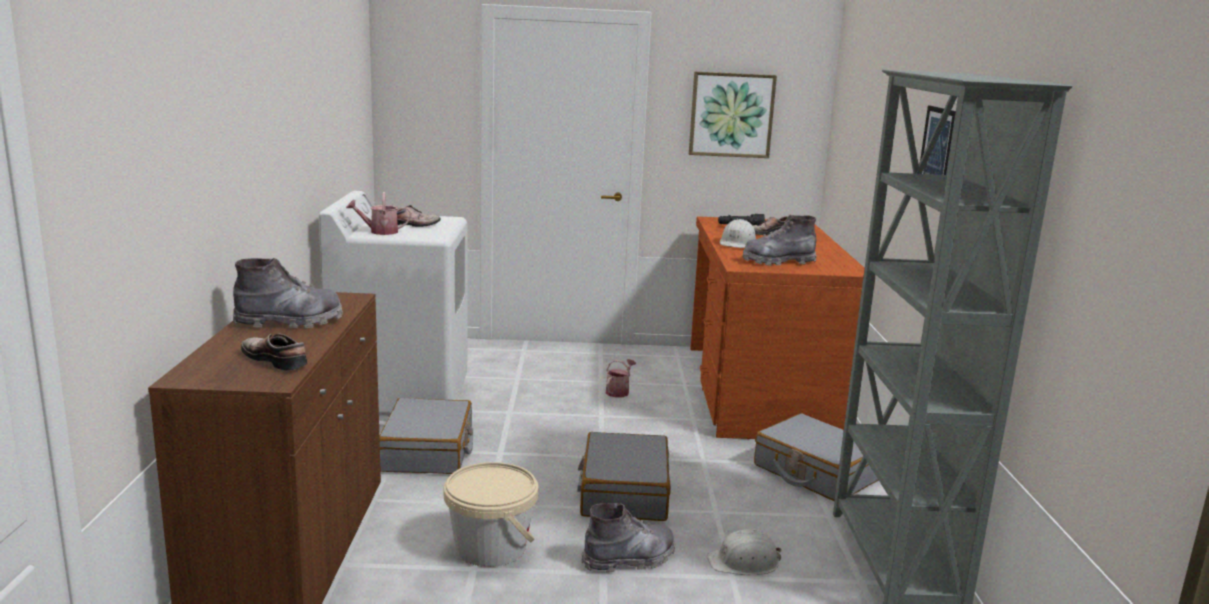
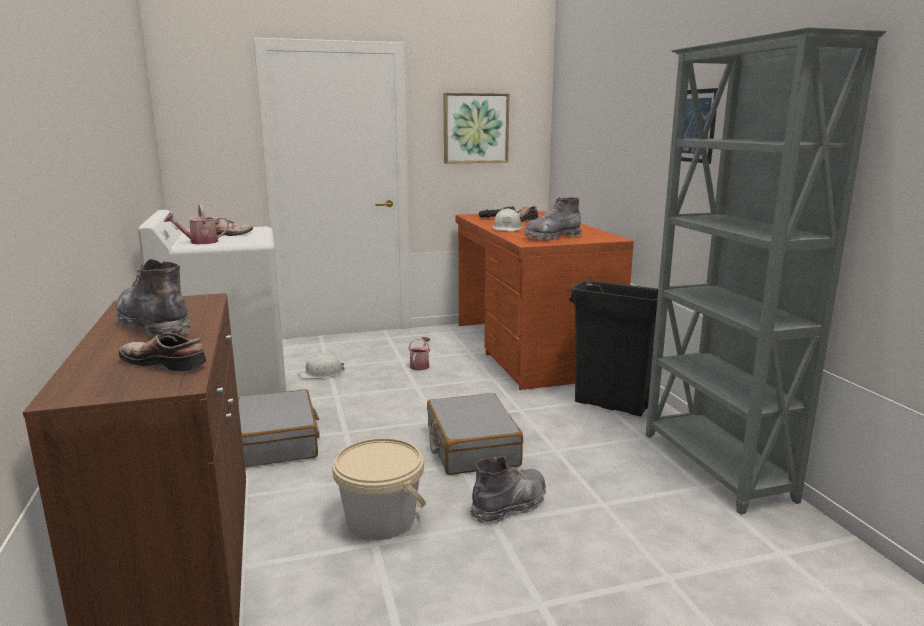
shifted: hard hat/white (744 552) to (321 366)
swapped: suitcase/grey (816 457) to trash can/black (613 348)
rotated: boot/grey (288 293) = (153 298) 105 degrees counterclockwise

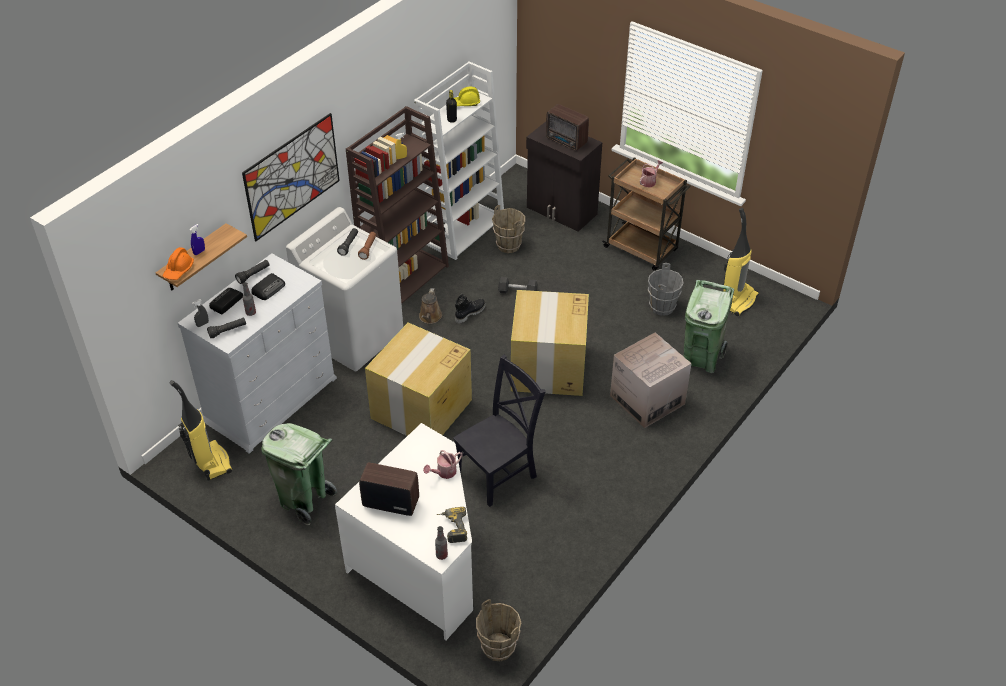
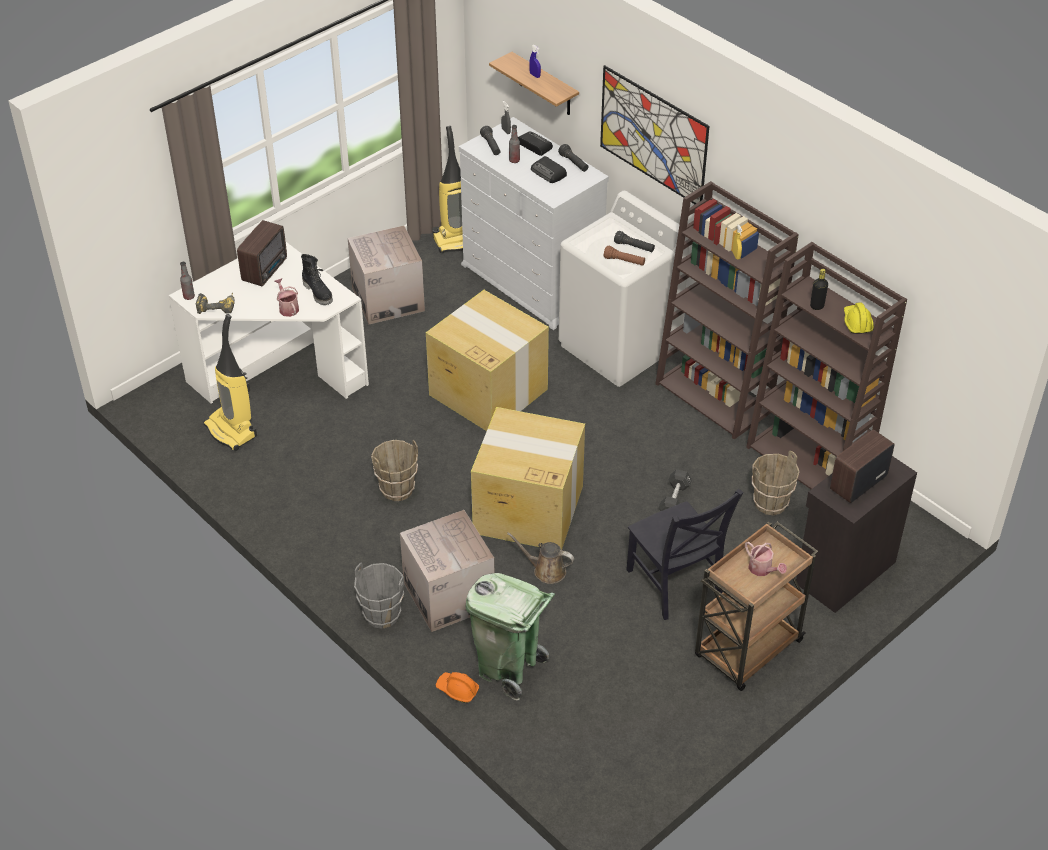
shifted: hard hat/orange (178 263) to (457 687); watering can/brown (430 306) to (540 558); chair/black (499 430) to (685 554); boot/black (470 308) to (317 279); bucket/brown (498 630) to (394 470); bucket/grey (666 289) to (379 596); vacuum cleaner (741 262) to (230 382)
swapped: trash can/green (299 474) to cardboard box (386 275)
repainted: bookcase/white (459 160) to bookcase/brown (826 365)

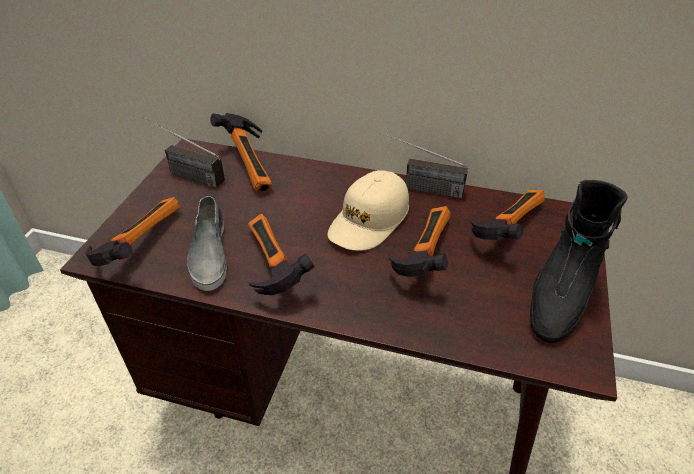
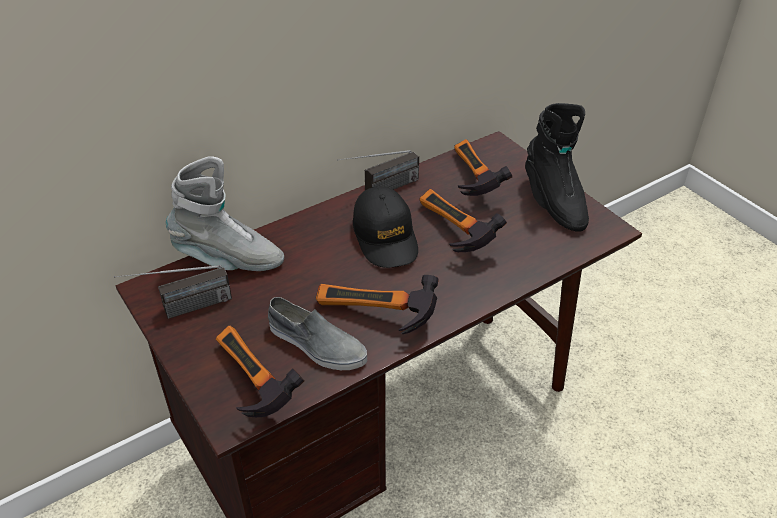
swapped: hammer (241 152) to boot/grey (225 213)
repainted: cap/beige (368 210) to cap/black (385 227)

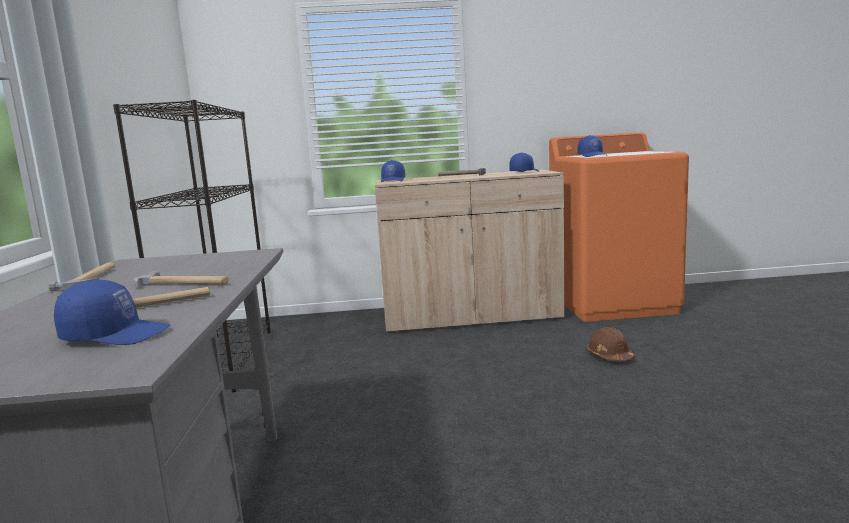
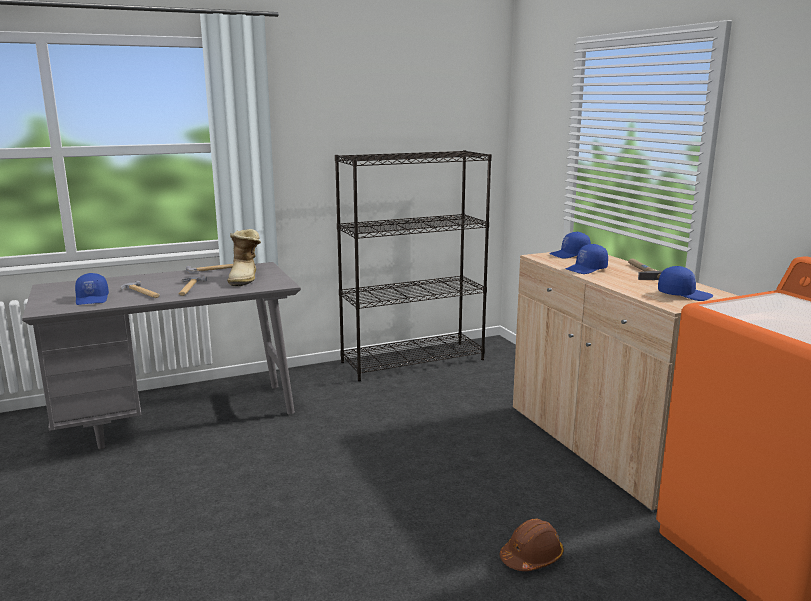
new: boot (244 257)
shifted: cap/blue (593 146) to (587 259)

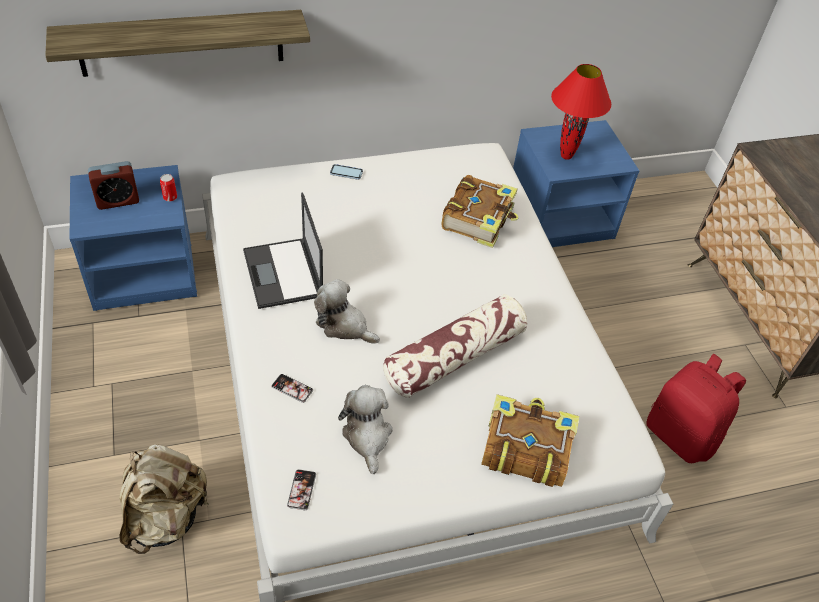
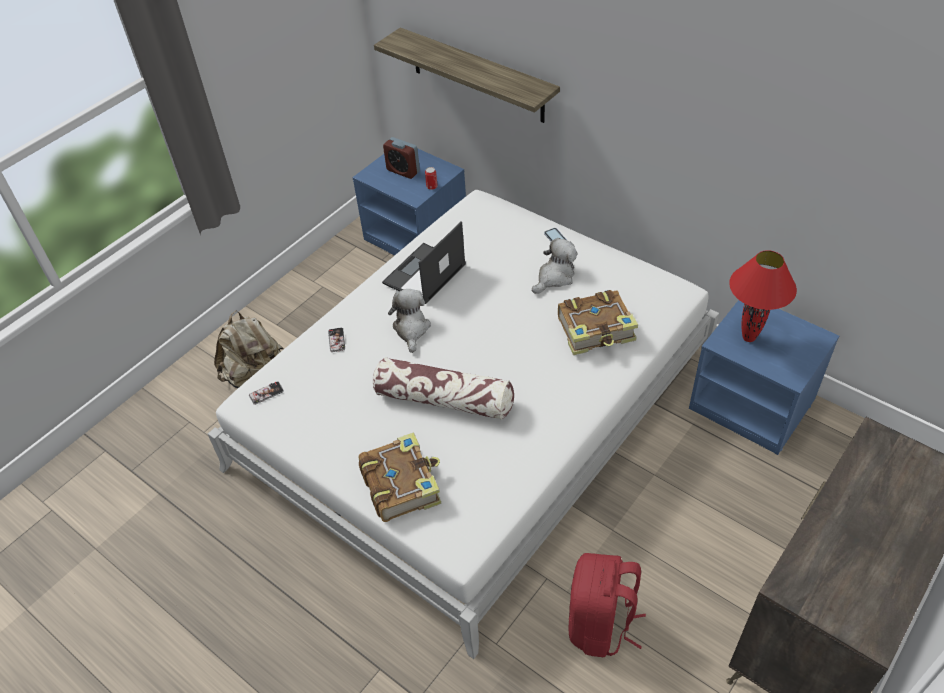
shifted: plush toy (365 429) to (554 266)

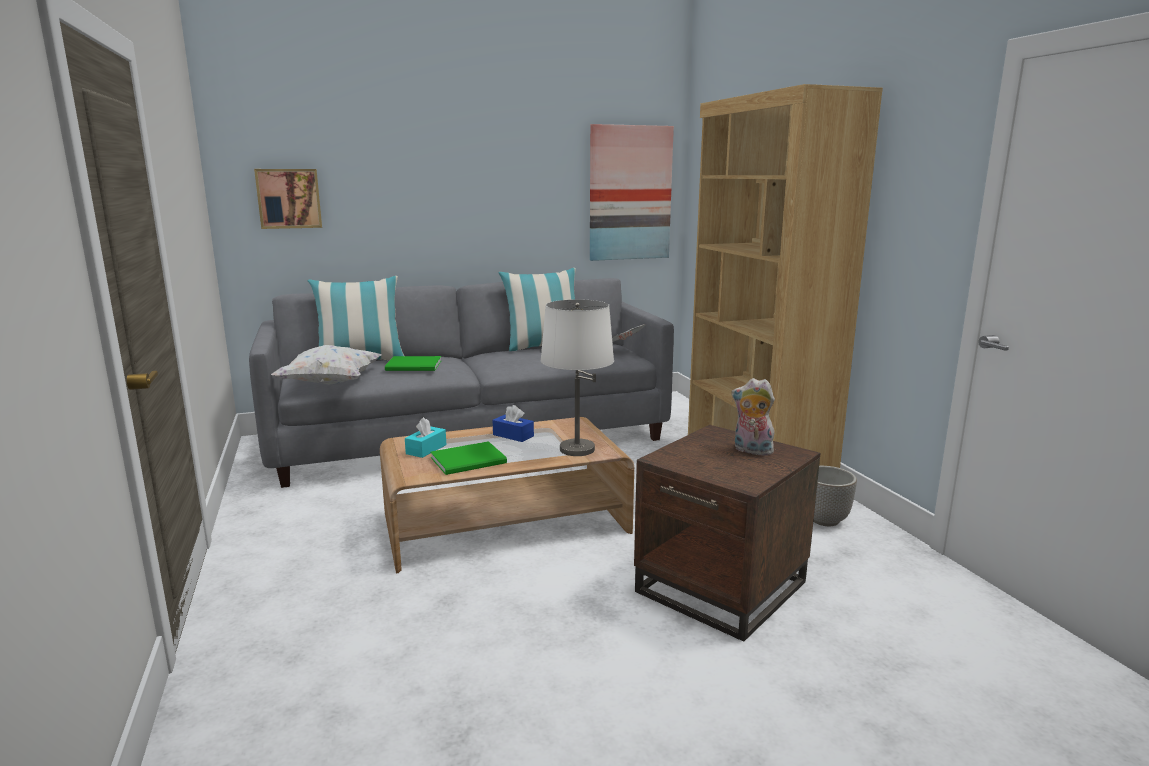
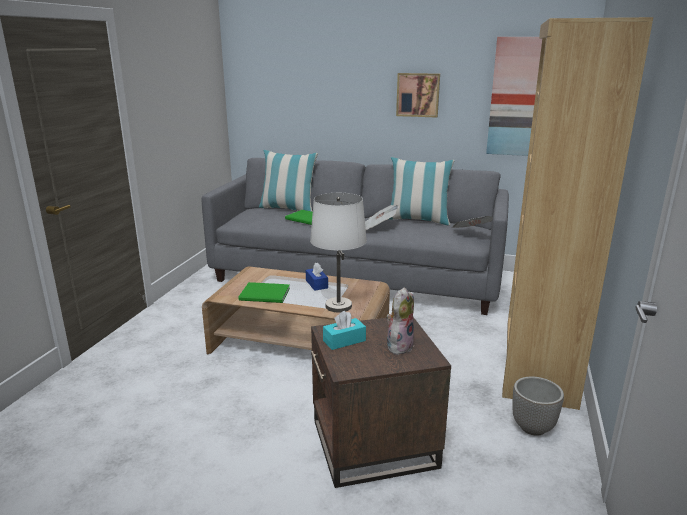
gone: pillow/white (326 364)
new: newspaper (382 217)
shifted: picture (288 199) to (418 95); tissue box/turquoise (425 437) to (344 330)
rotated: plush toy (753 416) = (400 321) 60 degrees clockwise

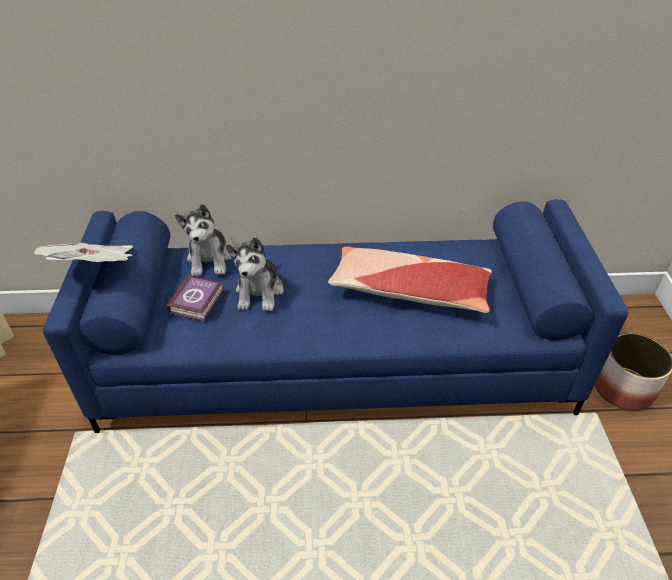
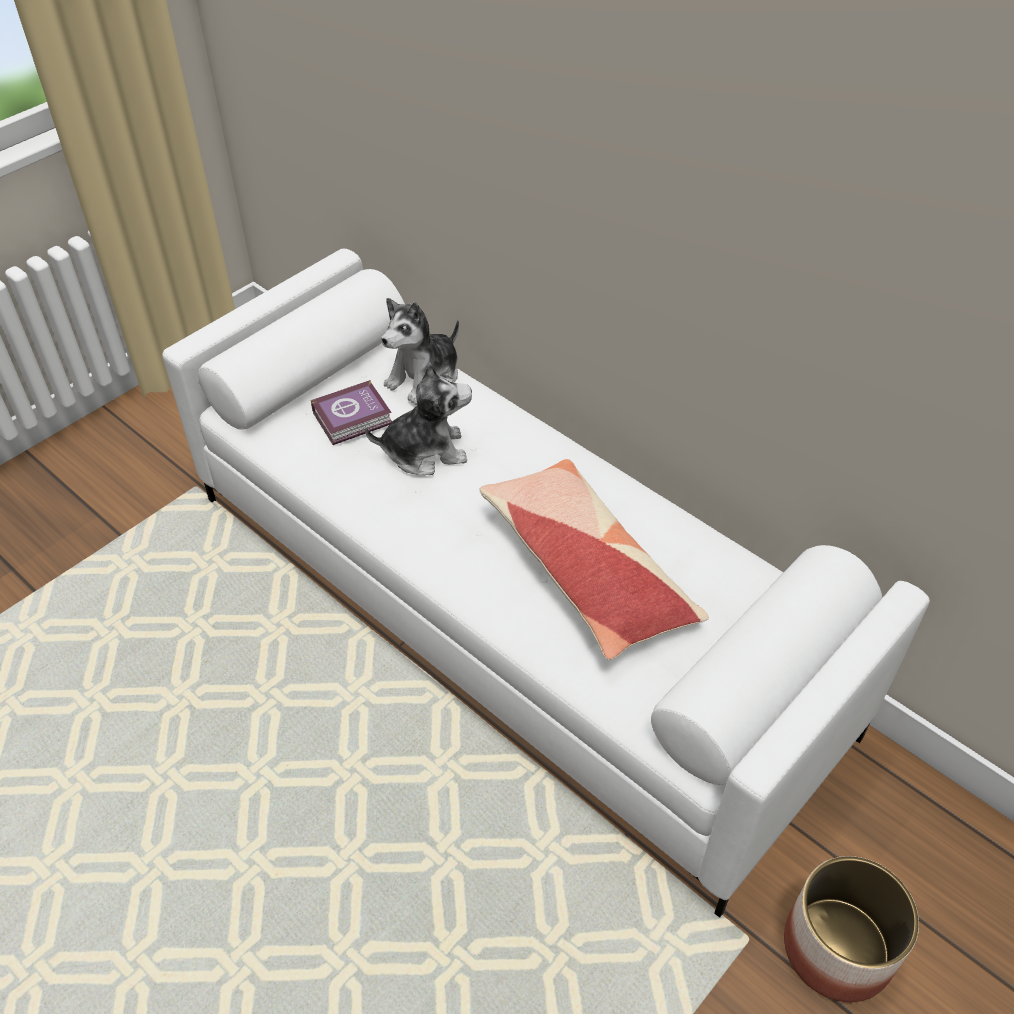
gone: newspaper (83 252)
repainted: sofa/blue (335 316) to sofa/white (546 583)
rotated: plush toy (254 274) = (418 418) 150 degrees counterclockwise

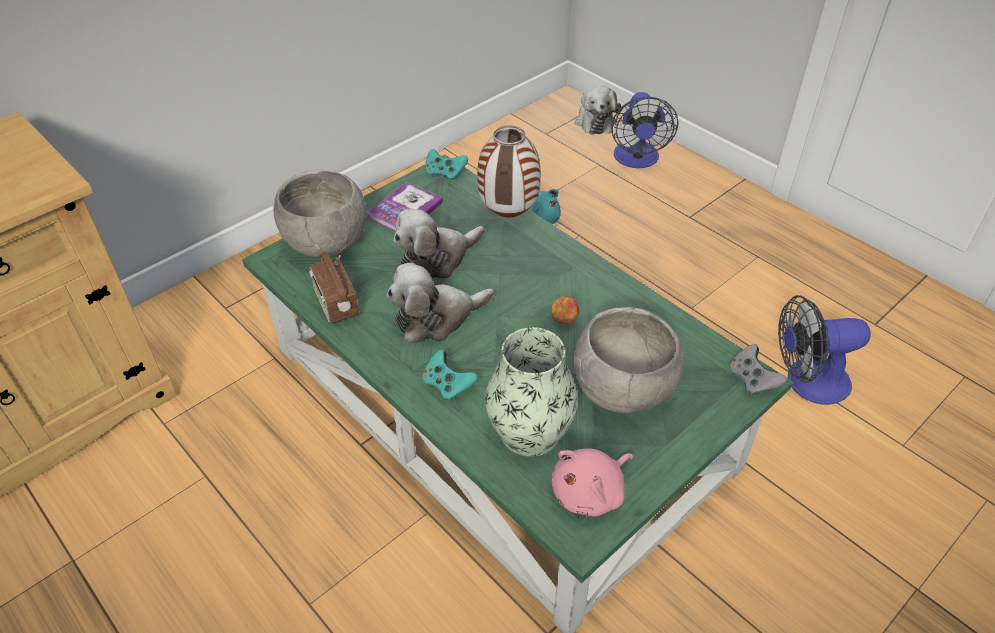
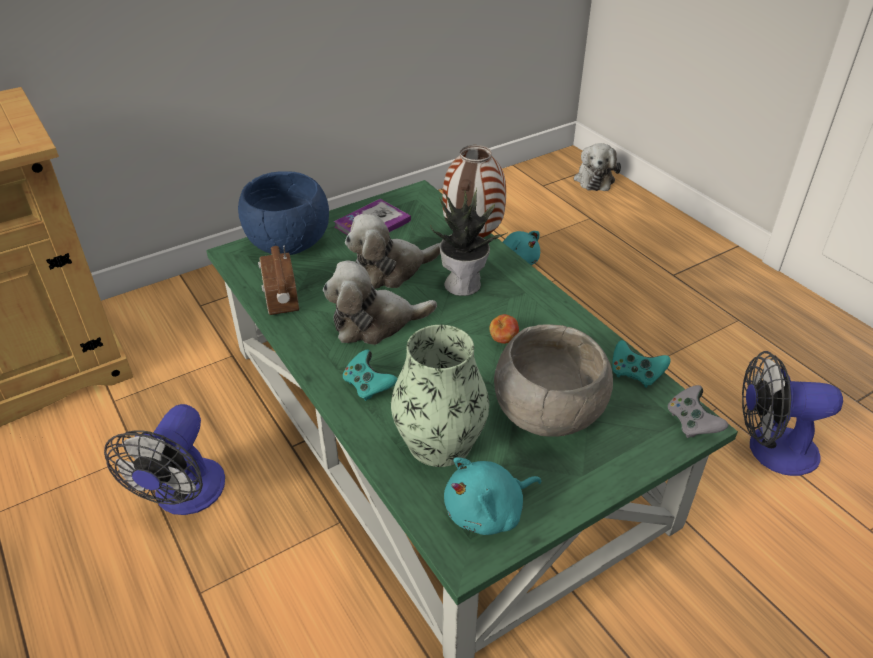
new: potted plant (469 242)
shifted: game controller/turquoise (447 165) to (641 364); fan (645 130) to (164 459)
repainted: bowl/grey (320 213) to bowl/blue (283 213); plush toy/pink (592 482) to plush toy/turquoise (493 496)

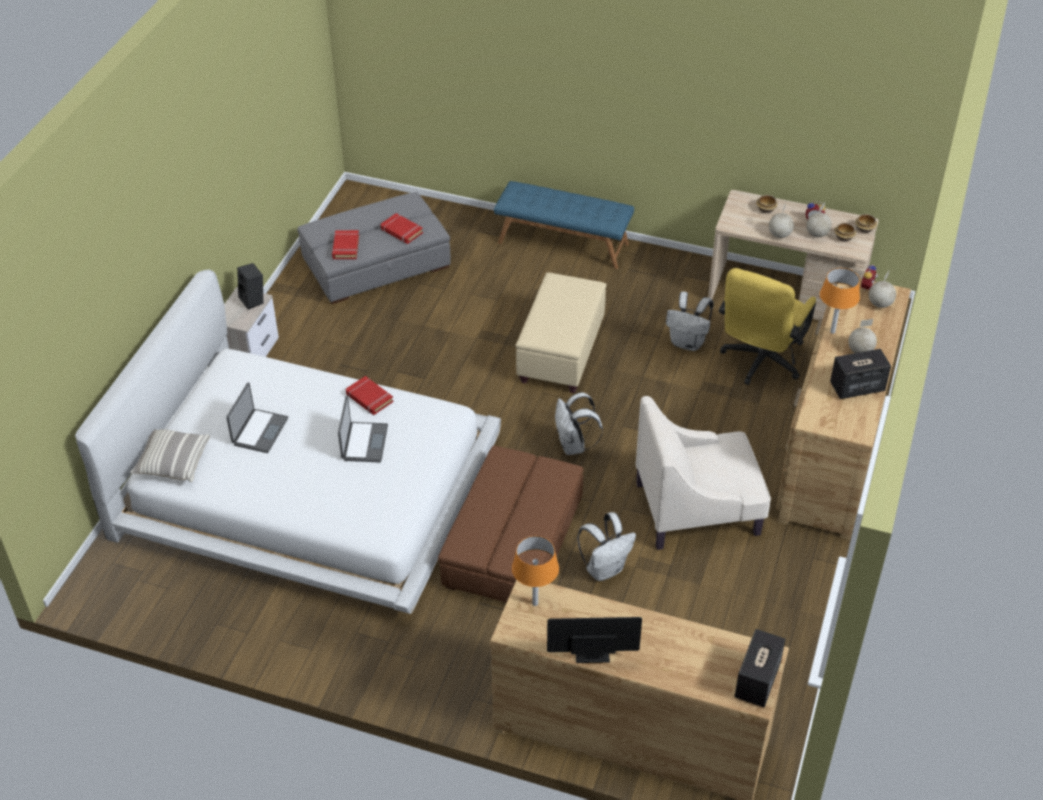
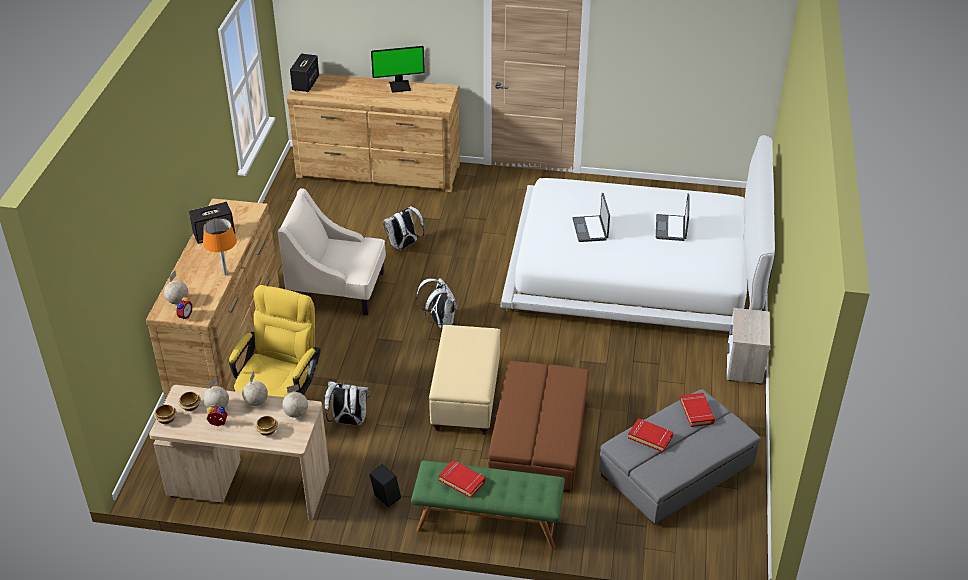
gone: pillow (170 455); table lamp/orange (535 571)
shifted: speaker/black (250 286) to (385 485); book/red (369 395) to (461 479); ottoman/brown (511 524) to (538 426); globe (862 336) to (295 401)
repainted: bench/blue (564 225) to bench/green (488 504)
rotated: armchair/beige (703 473) = (332 251) 150 degrees counterclockwise

